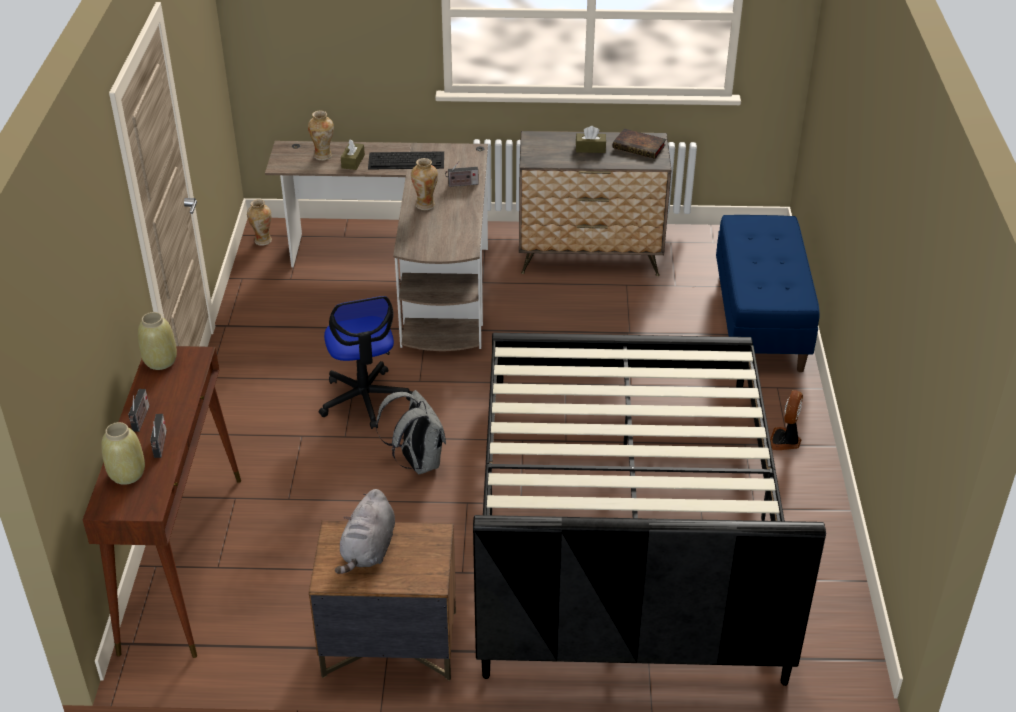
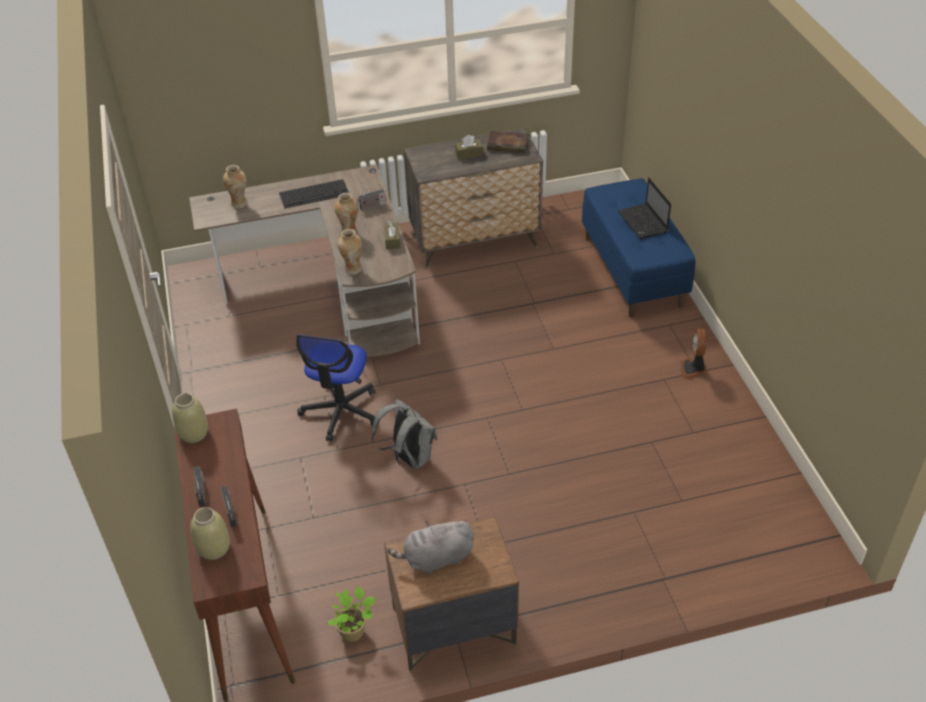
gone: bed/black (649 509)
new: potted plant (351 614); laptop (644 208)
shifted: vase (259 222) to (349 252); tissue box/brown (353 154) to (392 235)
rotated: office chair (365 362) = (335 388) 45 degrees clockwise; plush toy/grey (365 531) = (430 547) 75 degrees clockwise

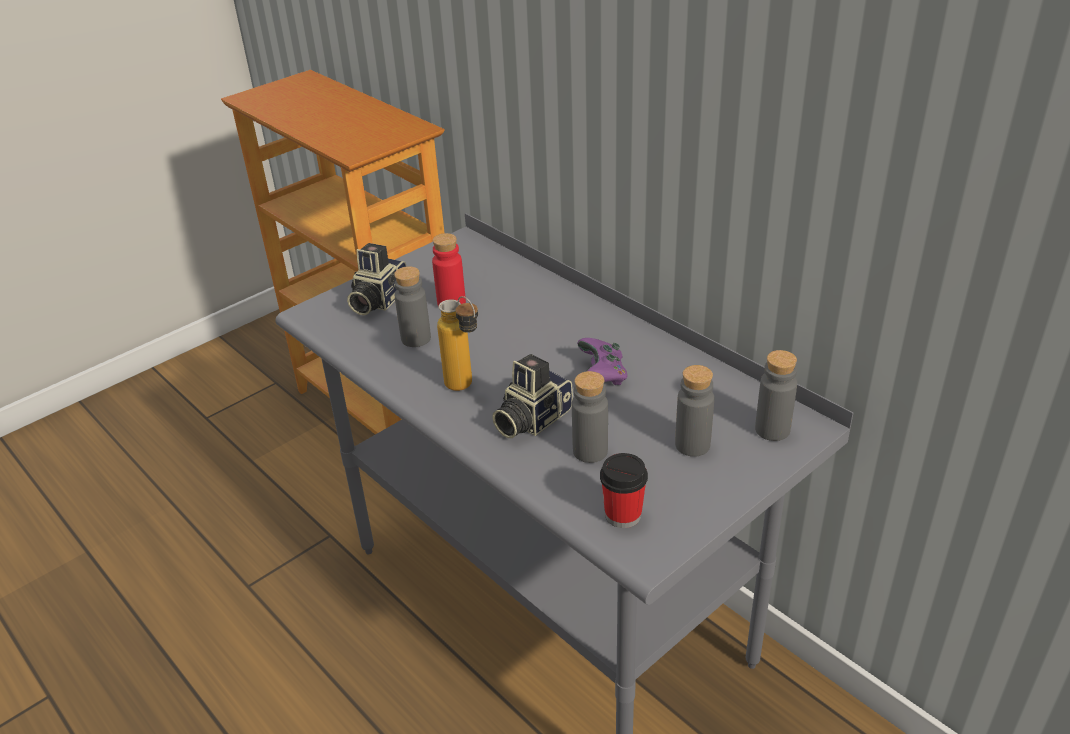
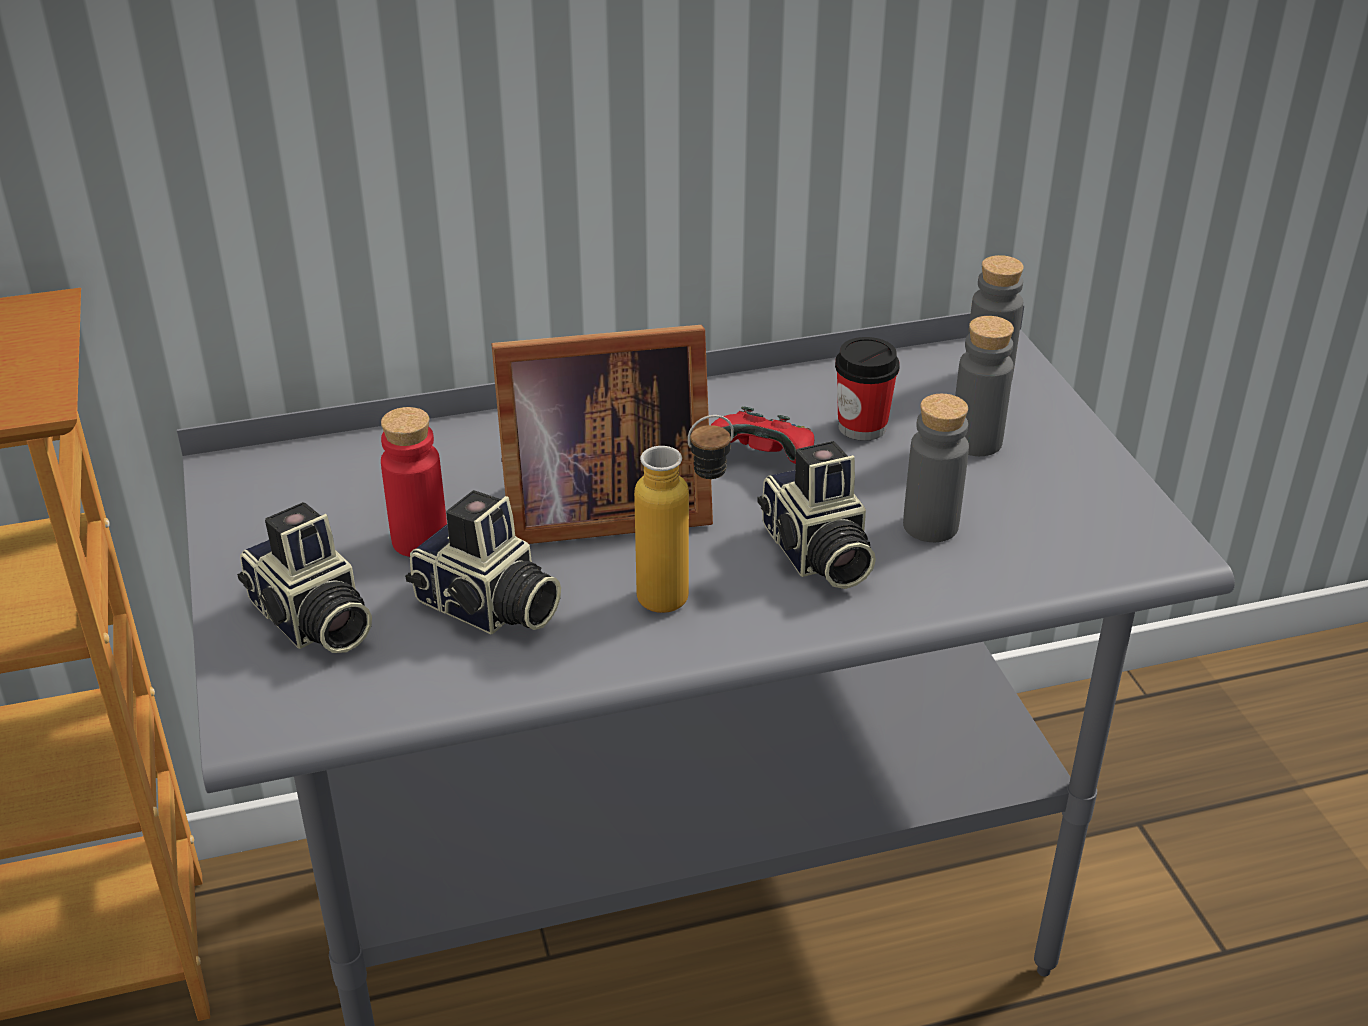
new: picture frame (602 434)
shifted: cup (624 490) to (867 389)
swapped: bottle/grey (412 306) to photo camera (483 562)
repainted: game controller/purple (602 361) to game controller/red (762 435)

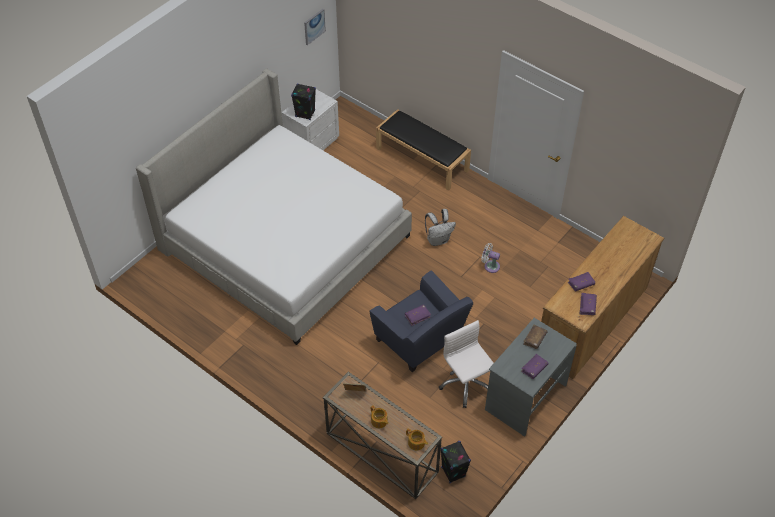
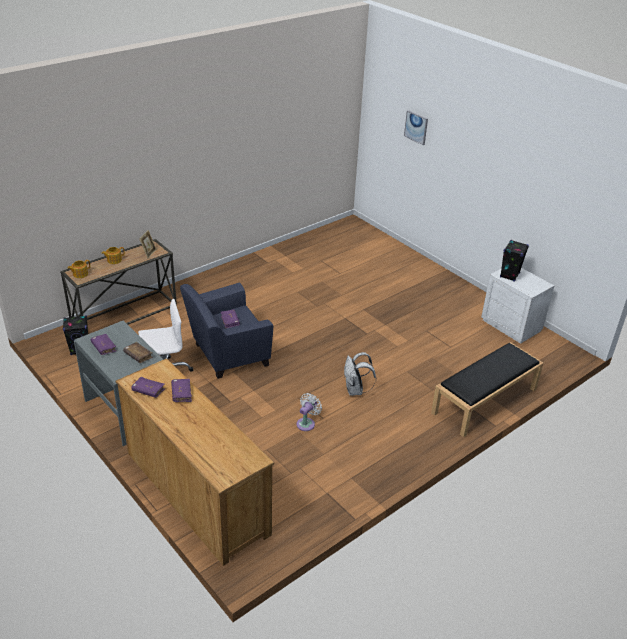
gone: bed (274 206)
shifted: picture (315 27) to (416 127)

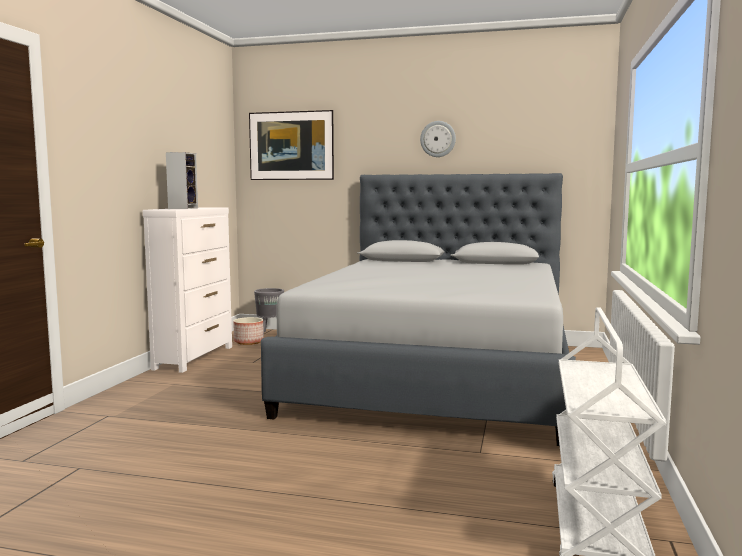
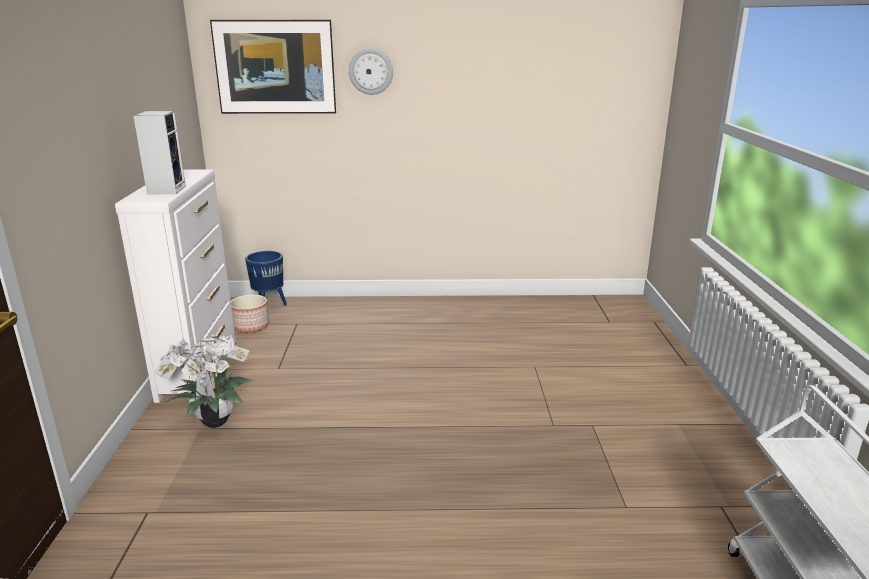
gone: bed/grey (418 309)
new: potted plant (203 381)
shifted: wall clock (438 139) to (371 71)
repainted: planter/grey (269 310) to planter/blue (266 278)

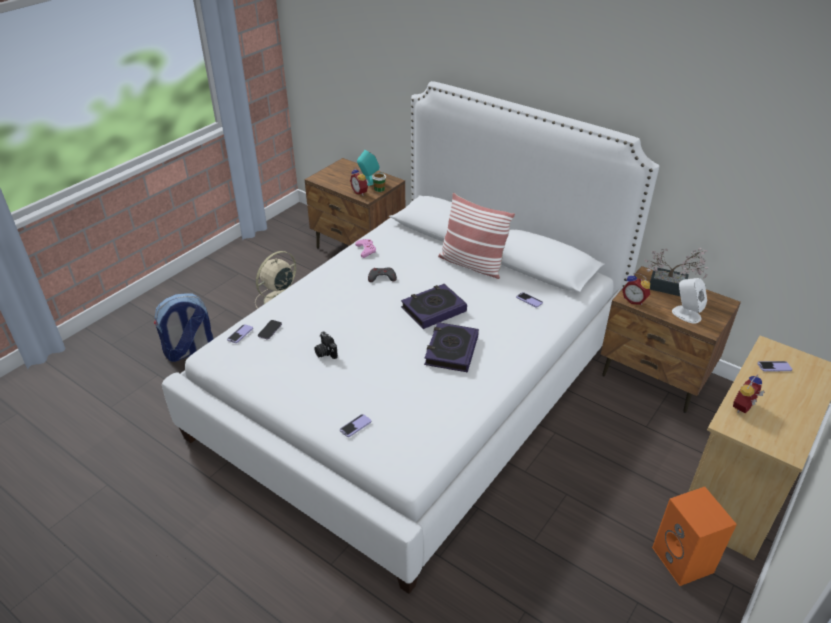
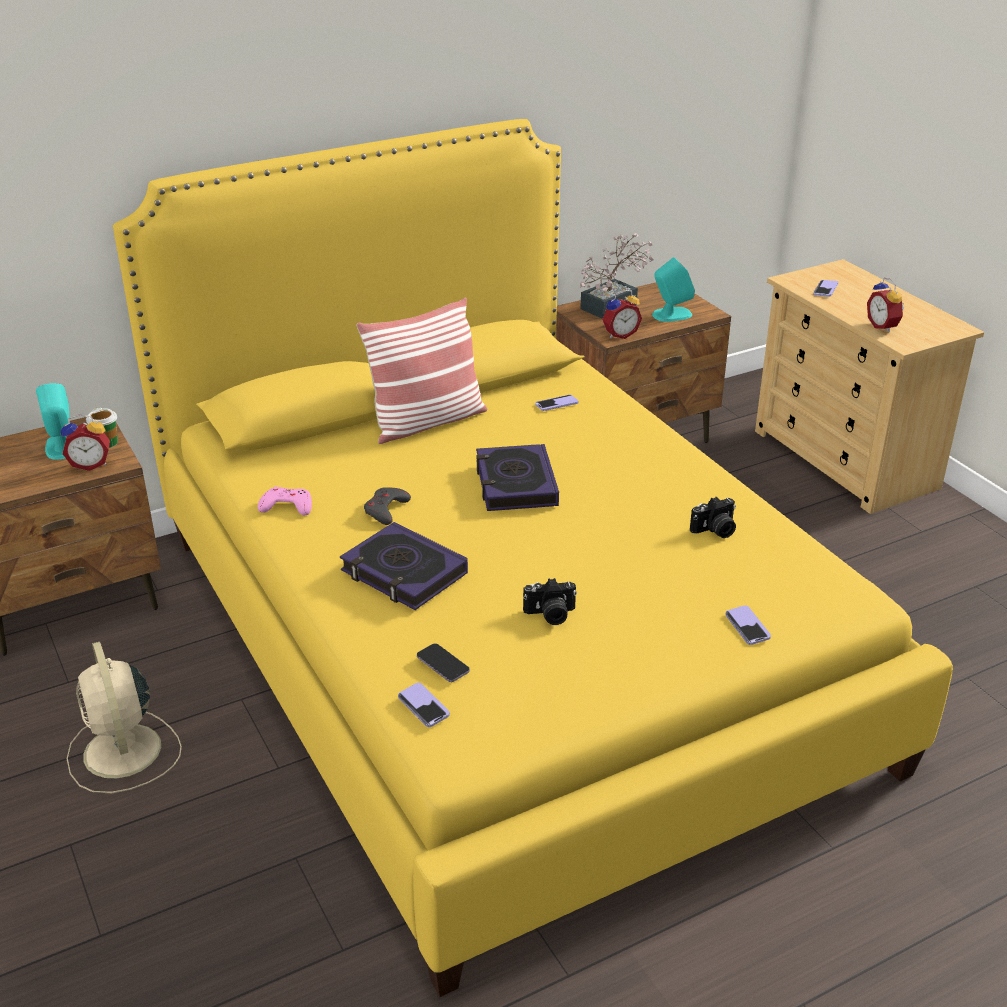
gone: backpack (183 327); speaker/orange (694 536)
new: photo camera (713 517)
shifted: book (451 347) to (404 566)
repainted: bed/white (410 337) to bed/yellow (533 558); speaker/white (689 301) to speaker/turquoise (673 289)

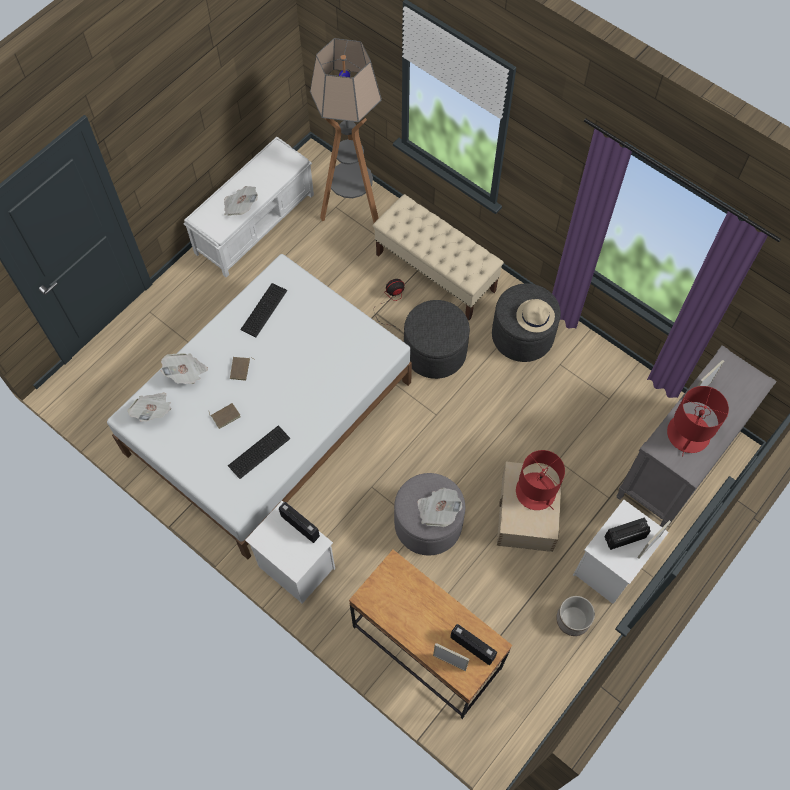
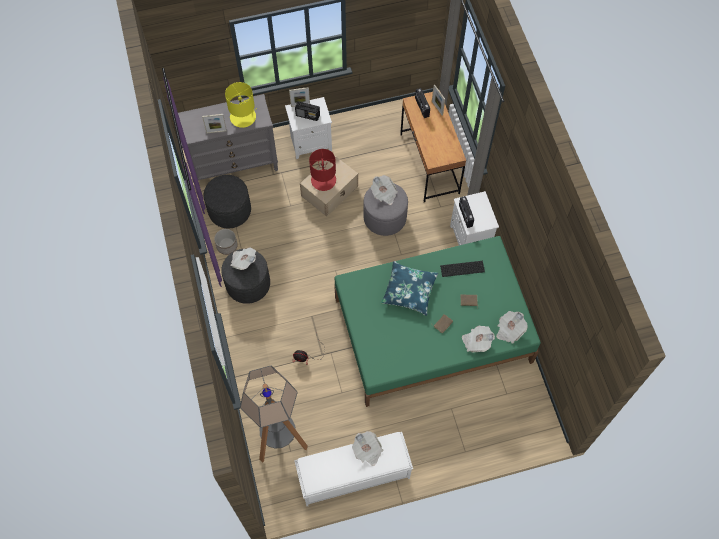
gone: keyboard (263 310); bench/beige (438 257)
new: pillow/blue (409 288)
shifted: ottoman/grey (437 339) to (227 201); planter (575 616) to (226 242)
swapped: hat/beige (535 315) to newspaper (243 258)
repainted: bed/white (259 406) to bed/green (437 321); table lamp/red (698 421) to table lamp/yellow (241 105)

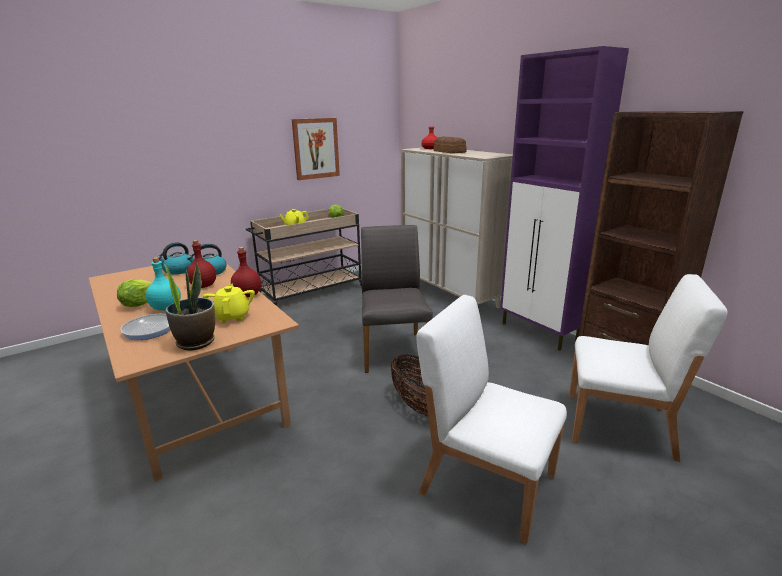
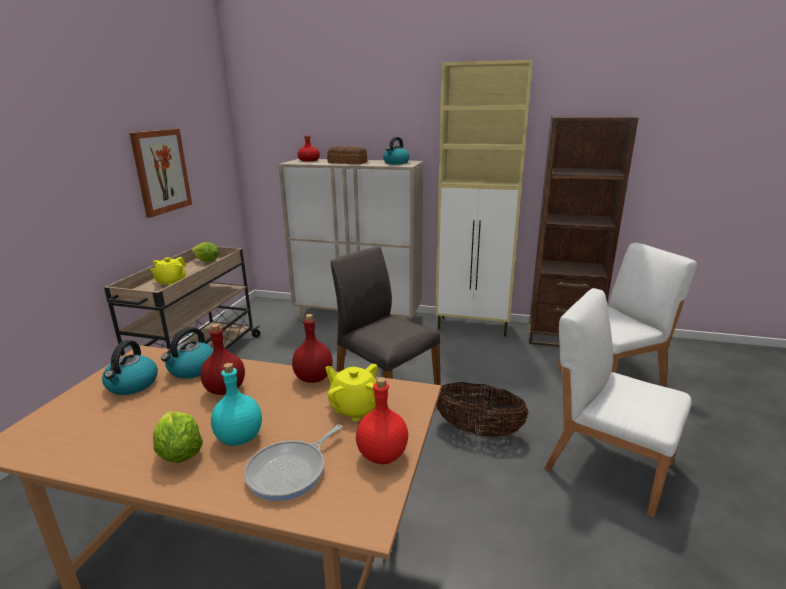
new: kettle (396 150)
swapped: potted plant (189 306) to bottle/red (382 420)
repainted: cabinet/purple (564 198) to cabinet/beige (484 197)
rotated: chair/white (491 419) = (618 403) 45 degrees clockwise

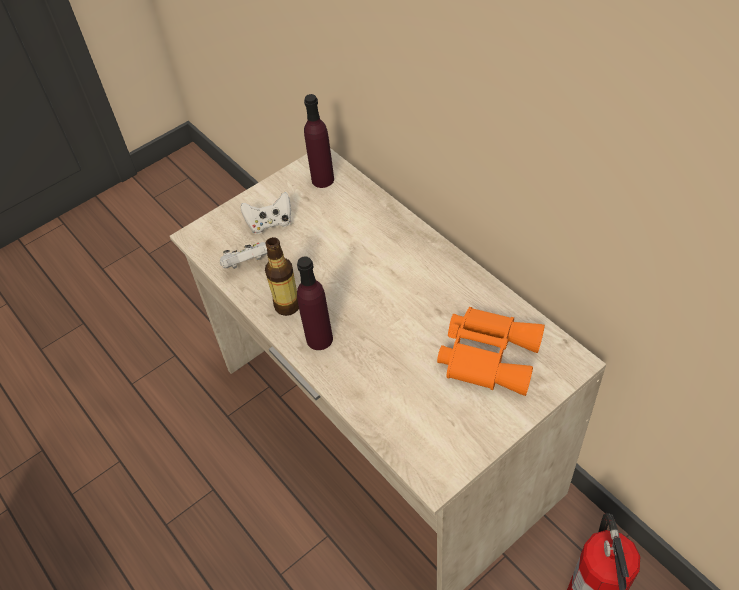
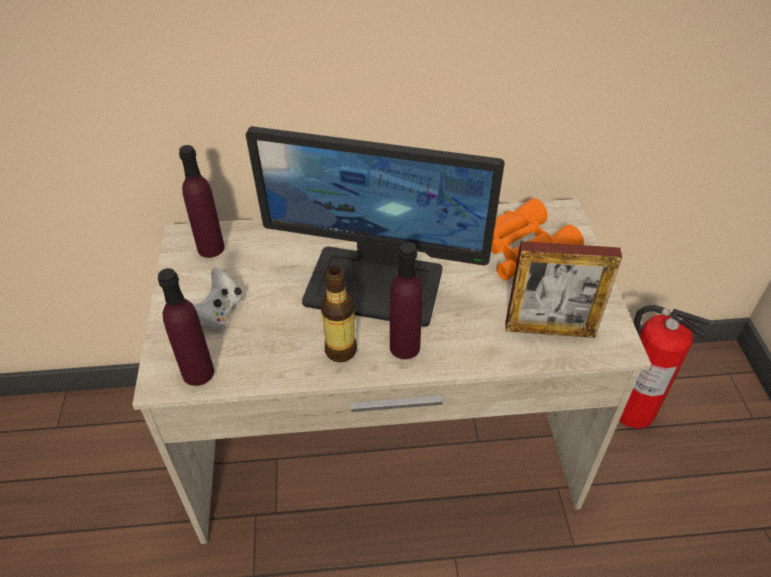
gone: game controller/white (243 255)
new: bottle/purple (186 327); monitor (375 226); picture frame (563 289)

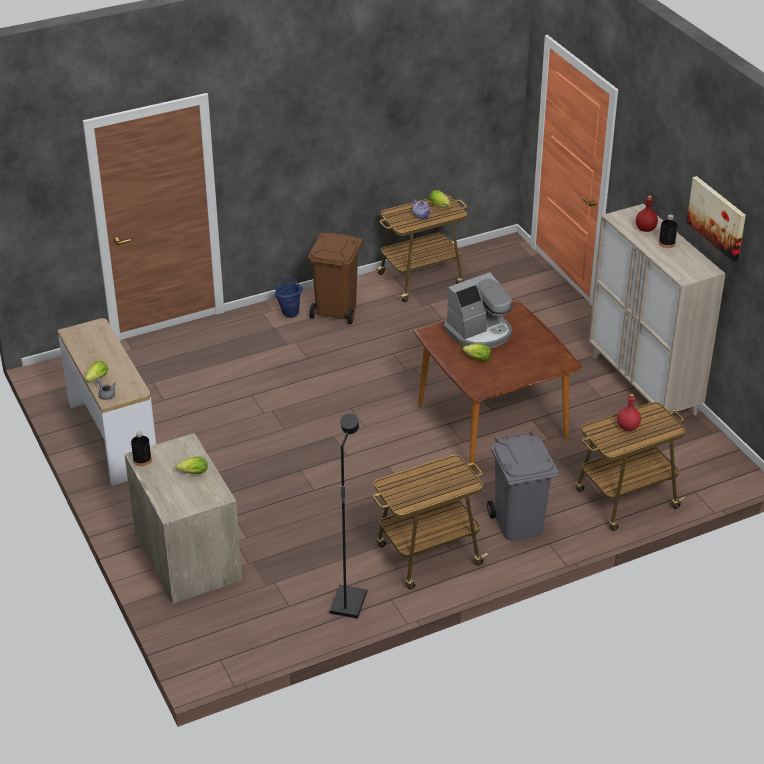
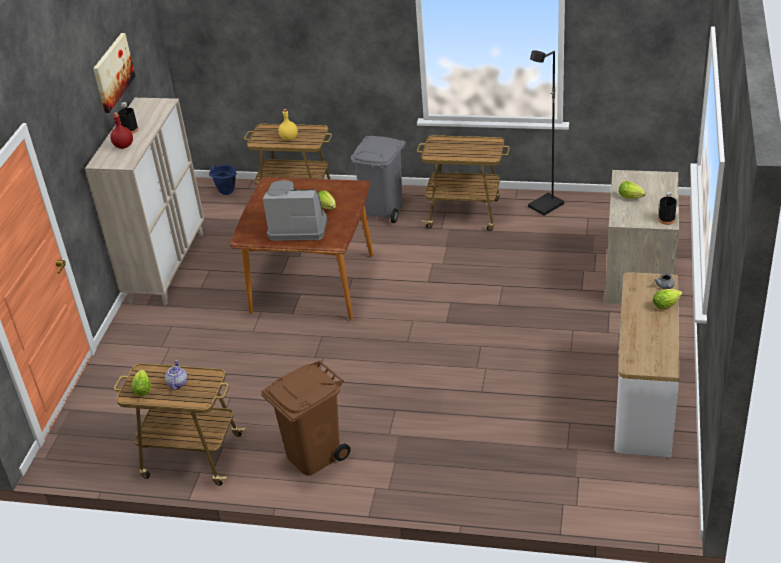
shifted: bucket/blue (288 297) to (223 180)
repainted: bottle/red (629 412) to bottle/yellow (288 125)

